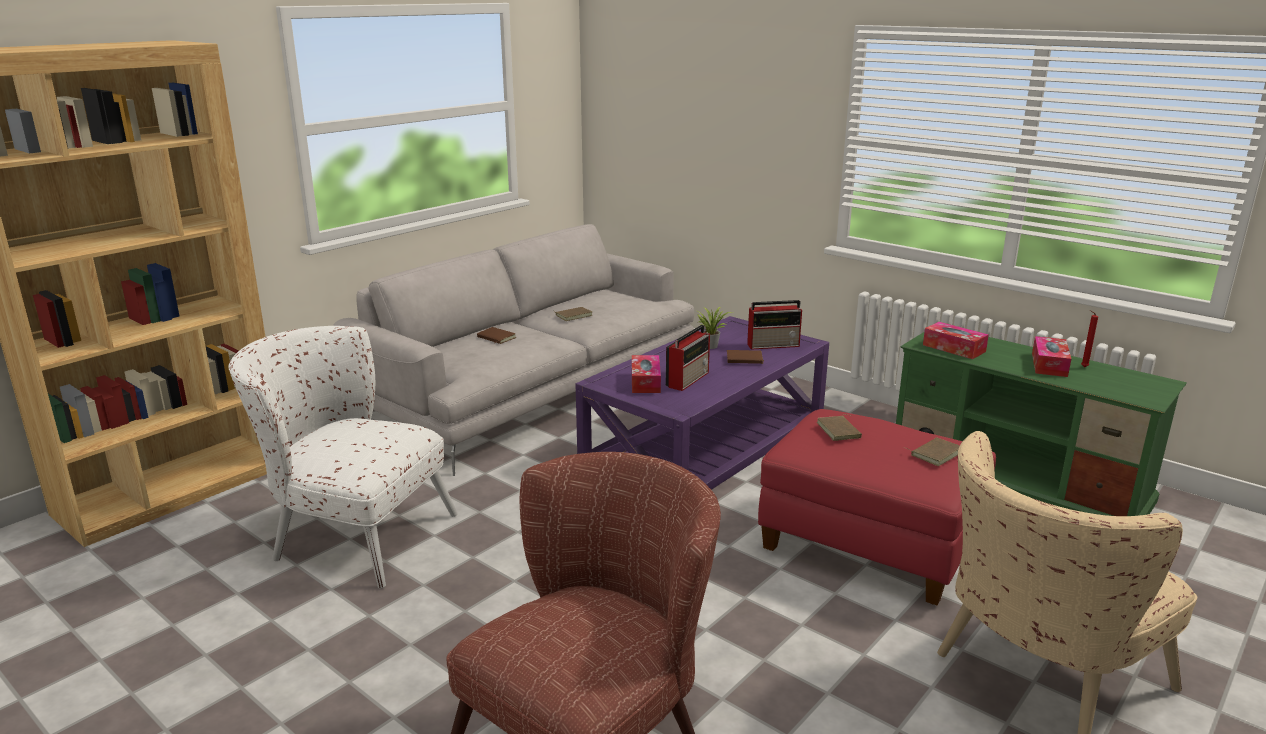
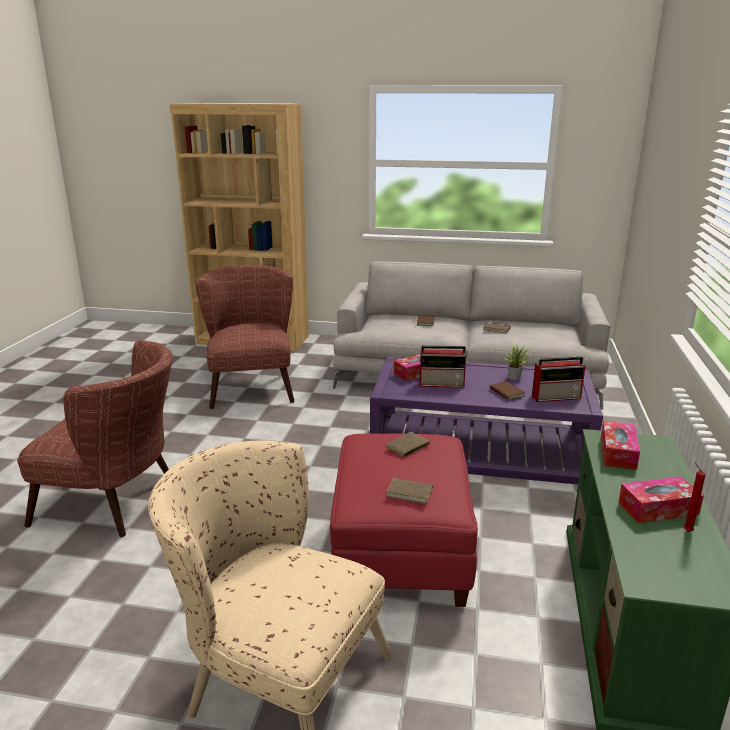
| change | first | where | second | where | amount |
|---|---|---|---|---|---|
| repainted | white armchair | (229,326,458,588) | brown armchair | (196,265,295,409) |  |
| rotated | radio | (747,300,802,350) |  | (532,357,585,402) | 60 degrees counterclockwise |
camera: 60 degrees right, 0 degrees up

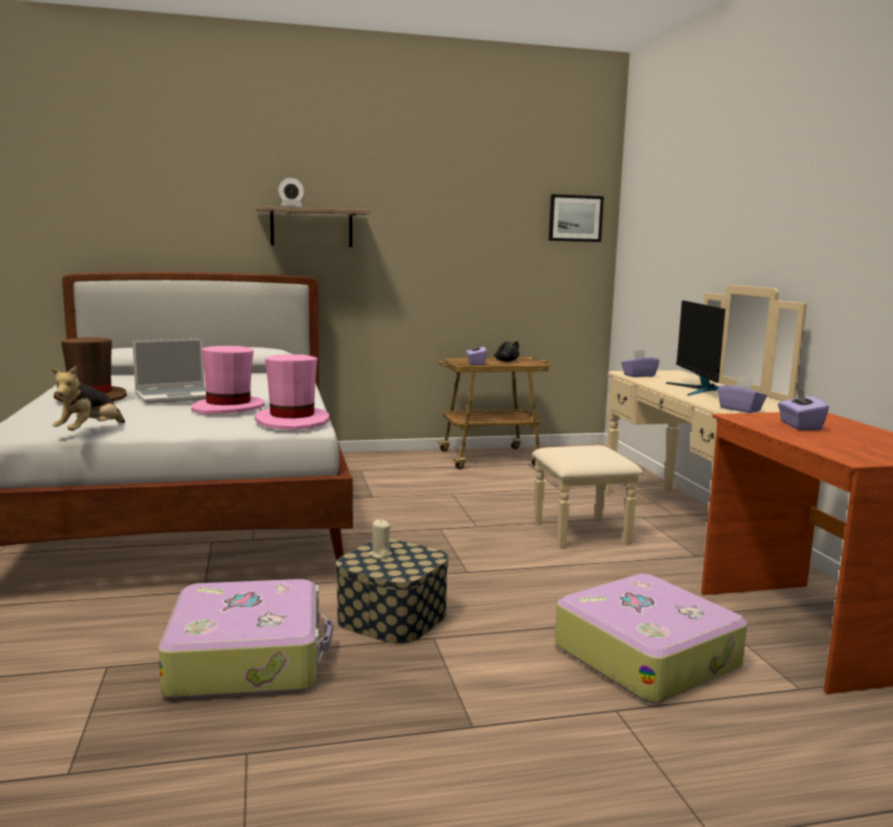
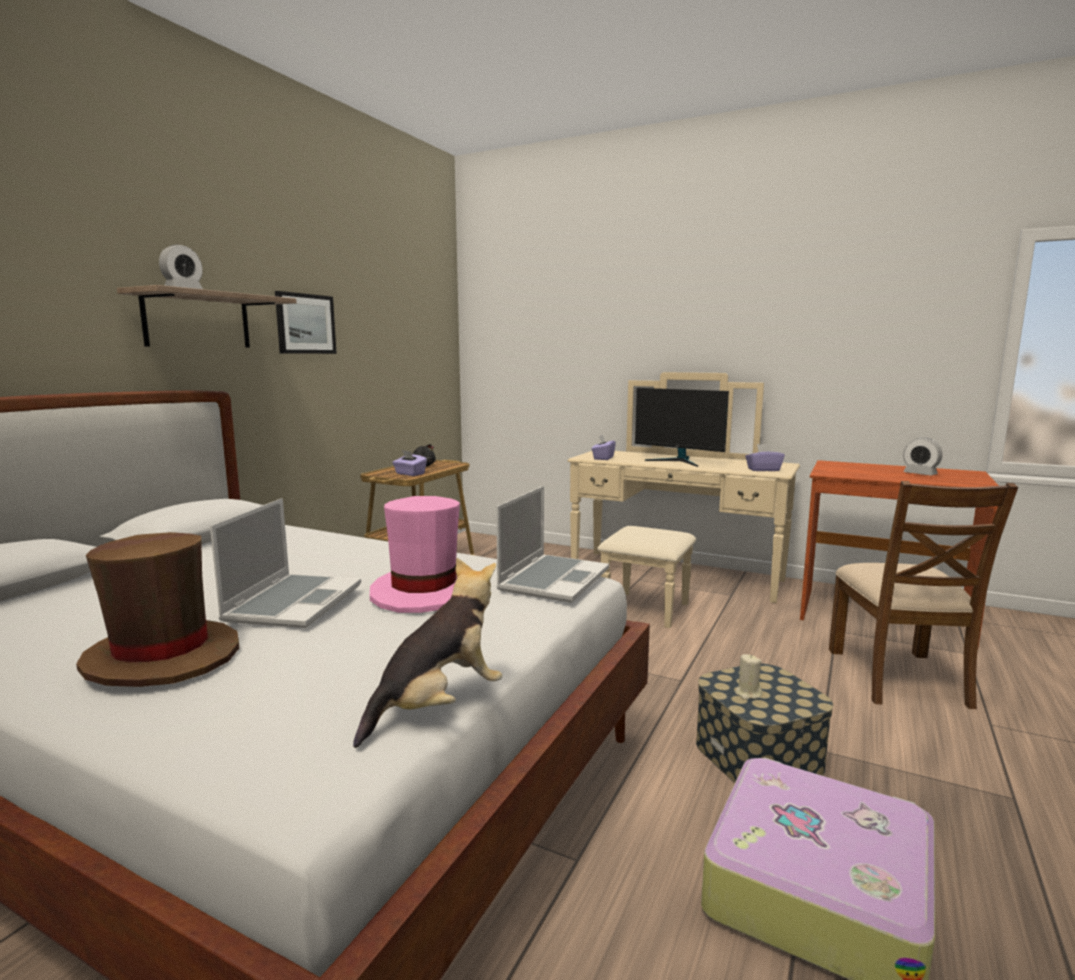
| change | first | where | second | where | amount |
|---|---|---|---|---|---|
| gone | purple tissue box | (778,387,829,430) |  |  |  |
| new |  |  | alarm clock | (903,437,943,476) |  |
| shifted | picture | (549,194,604,242) |  | (275,291,337,354) |  |
| swapped | pink hat | (255,354,329,430) | laptop | (496,486,609,603) |  |
| swapped | suitcase | (555,574,747,703) | brown chair | (829,481,1018,709) |  |
| rotated | plush toy | (51,366,125,431) |  | (353,558,502,748) | 105 degrees counterclockwise |
camera: 50 degrees left, 0 degrees up

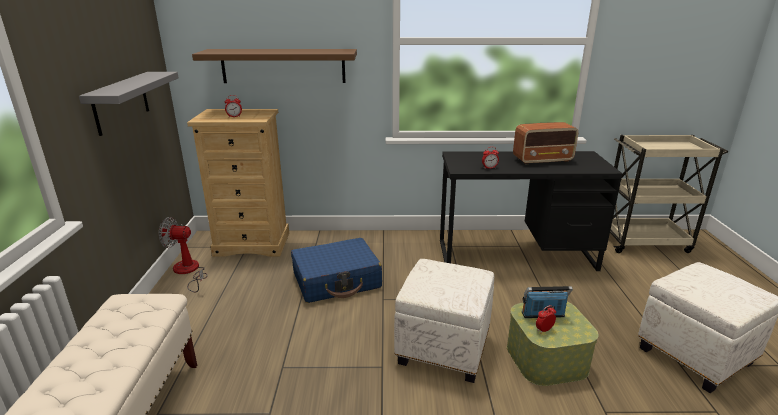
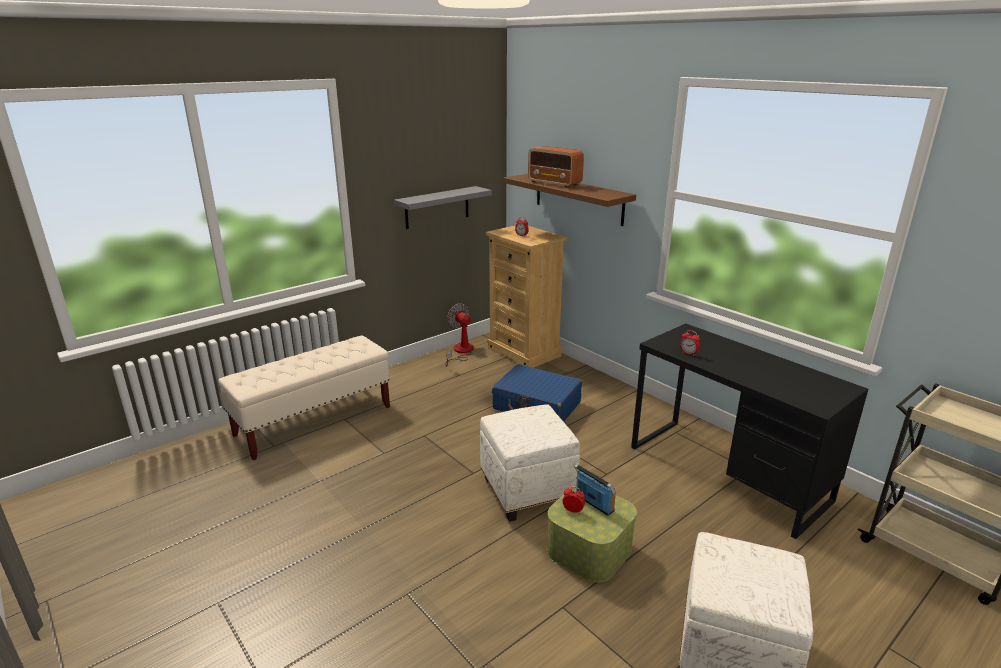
| change | first | where | second | where | amount |
|---|---|---|---|---|---|
| shifted | radio | (513,122,578,164) |  | (528,146,584,188) |  |
camera: 50 degrees right, 0 degrees up

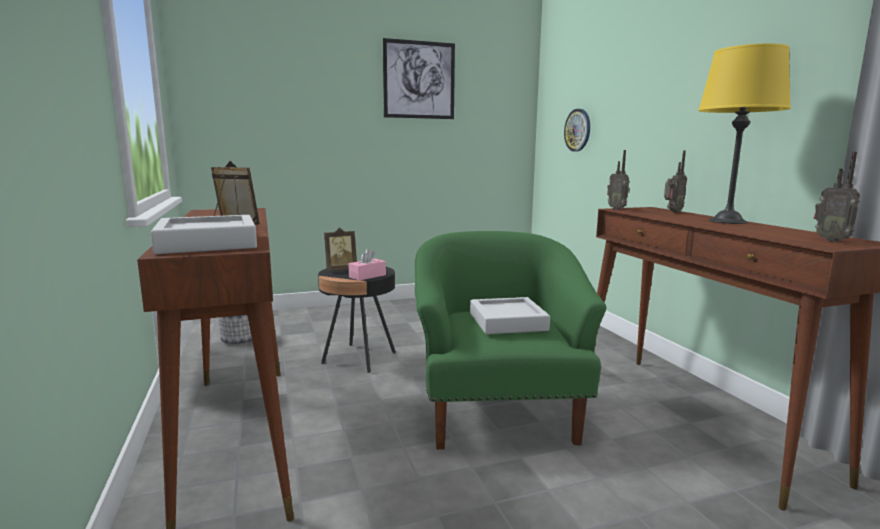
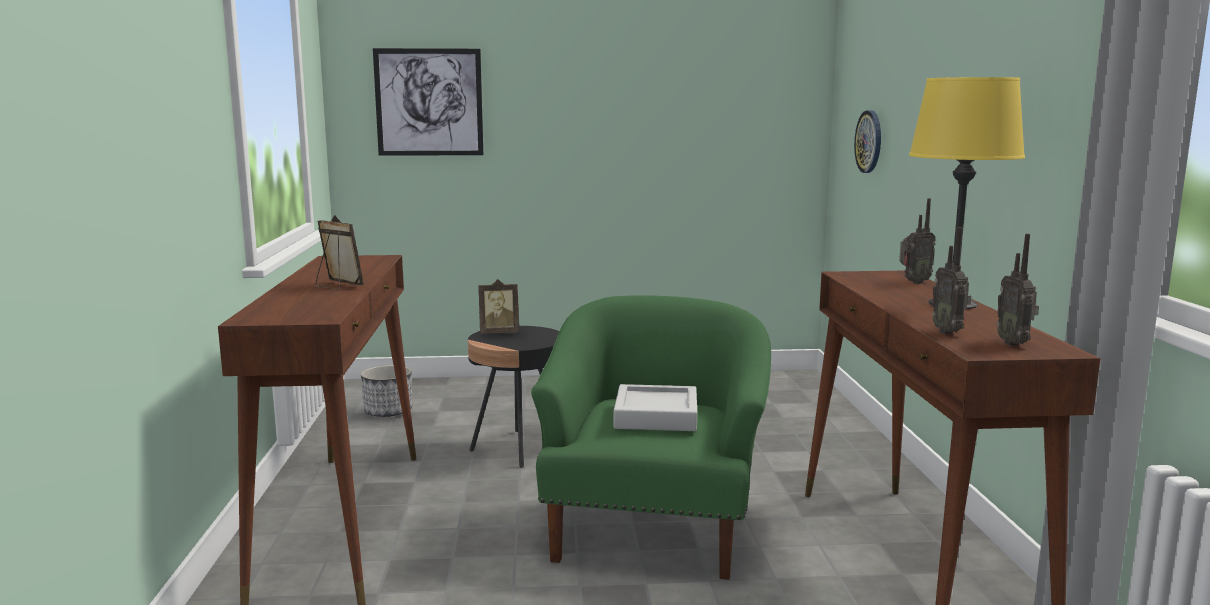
| change | first | where | second | where | amount |
|---|---|---|---|---|---|
| gone | grey tray | (151,215,257,254) |  |  |  |
| gone | pink tissue box | (349,249,386,281) |  |  |  |
| shifted | picture | (383,38,455,119) |  | (373,48,484,156) |  |
| shifted | radio | (607,150,630,210) |  | (932,227,971,334) |  |
camera: 15 degrees right, 0 degrees up

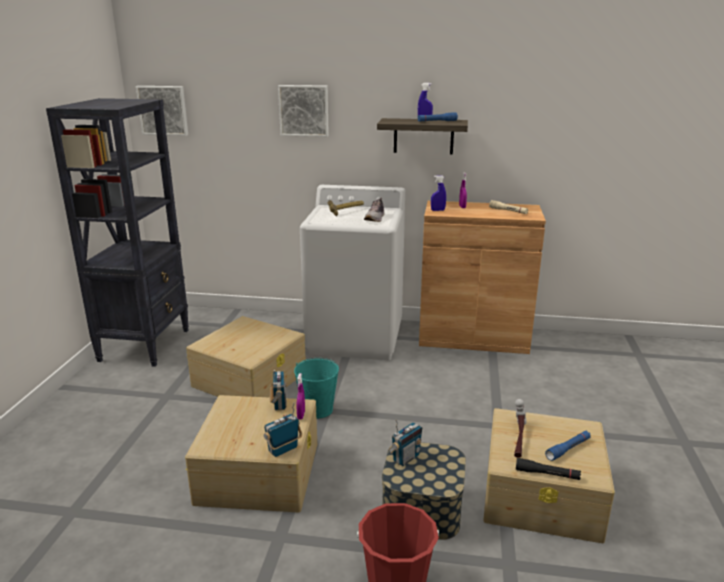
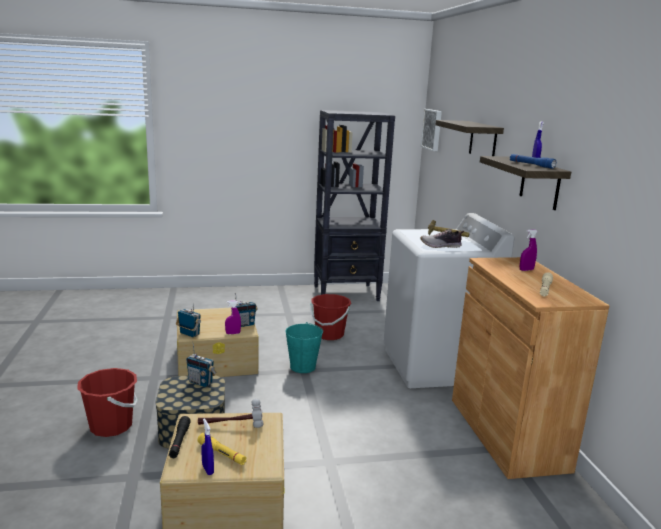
| change | first | where | second | where | amount |
|---|---|---|---|---|---|
| shifted | blue spray bottle | (431,175,446,211) |  | (201,419,214,475) |  |
| swapped | beige storage box | (186,316,306,398) | red bucket | (310,294,351,340) |  |
| swapped | picture | (278,85,329,137) | shelf | (435,120,504,156) |  |
| repainted | blue flashlight | (545,431,591,461) | yellow flashlight | (198,433,247,465) |  |
camera: 70 degrees right, 5 degrees down

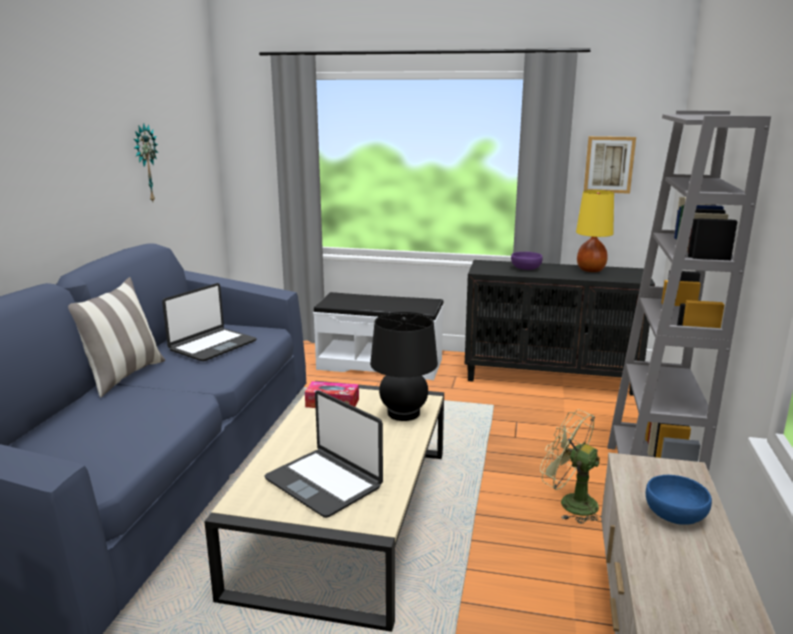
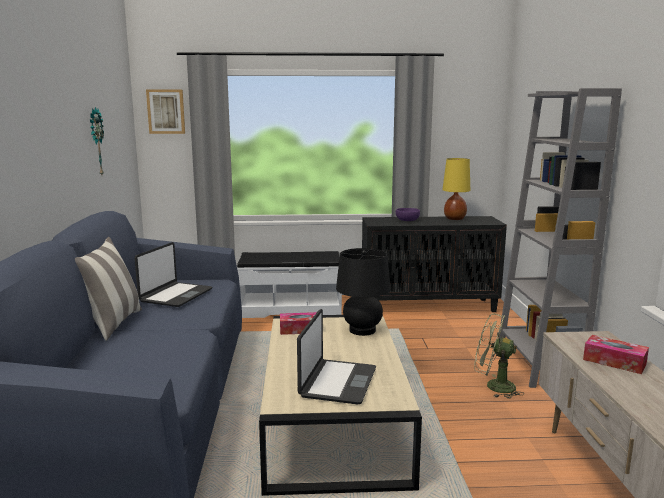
| change | first | where | second | where | amount |
|---|---|---|---|---|---|
| shifted | picture | (584,136,636,194) |  | (146,90,185,134) |  |
| swapped | blue bowl | (646,475,712,525) | tissue box | (583,335,649,374) |  |
| rotated | laptop | (264,391,383,518) |  | (297,309,376,405) | 105 degrees counterclockwise |
camera: 15 degrees left, 5 degrees down

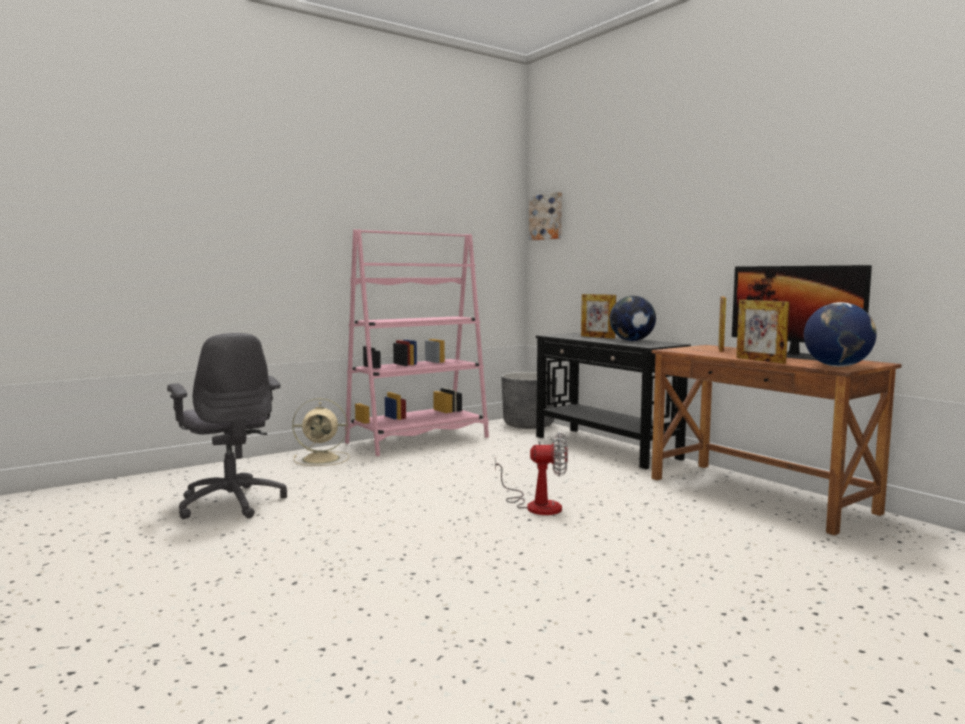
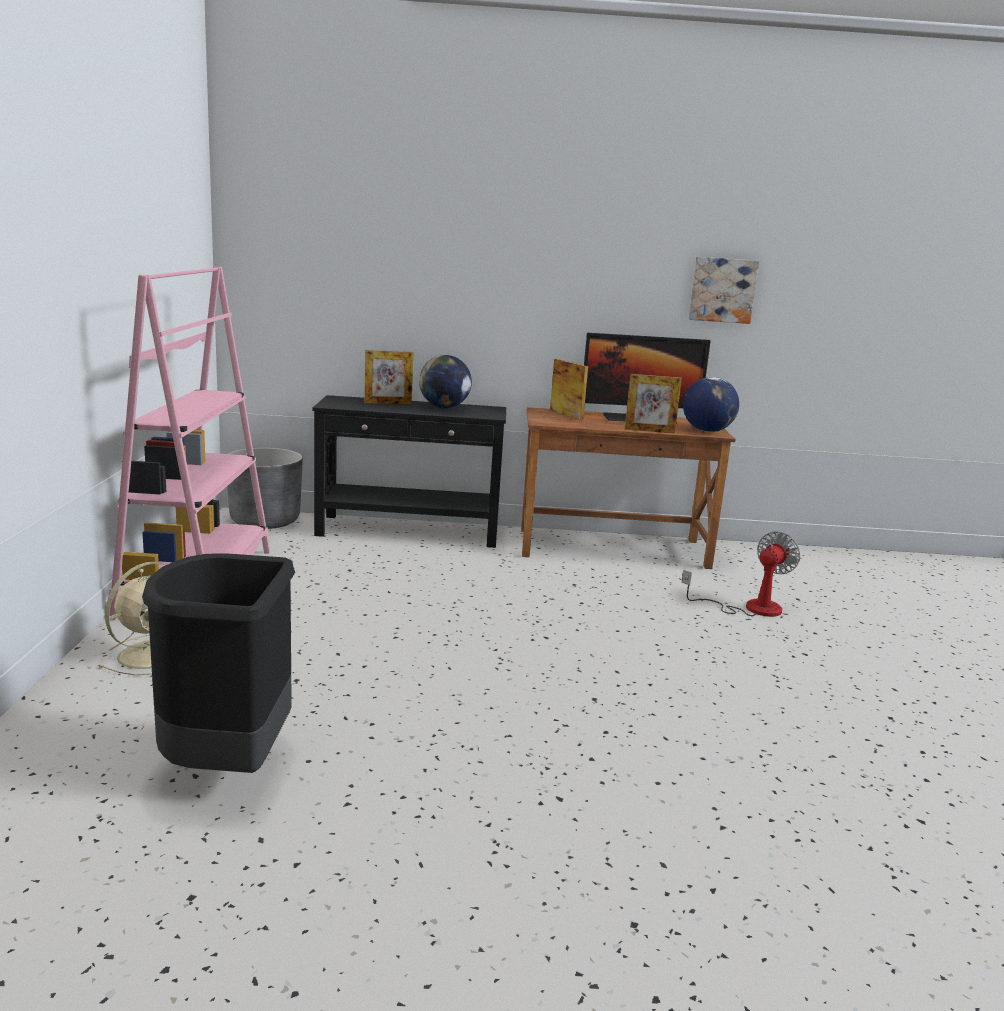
| change | first | where | second | where | amount |
|---|---|---|---|---|---|
| shifted | fan | (495,433,568,515) |  | (682,532,800,617) |  |
| shifted | picture | (529,192,562,240) |  | (689,257,759,324) |  |
| swapped | grey office chair | (167,333,287,519) | black trash can | (142,553,295,773) |  |
camera: 55 degrees left, 10 degrees up

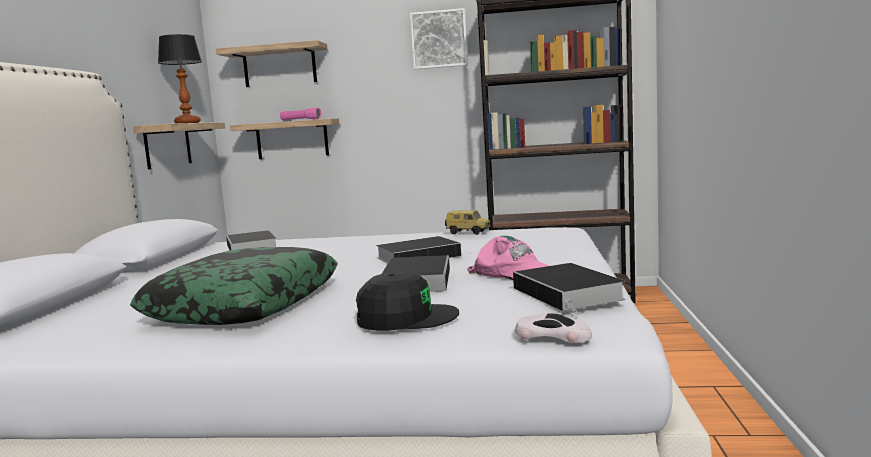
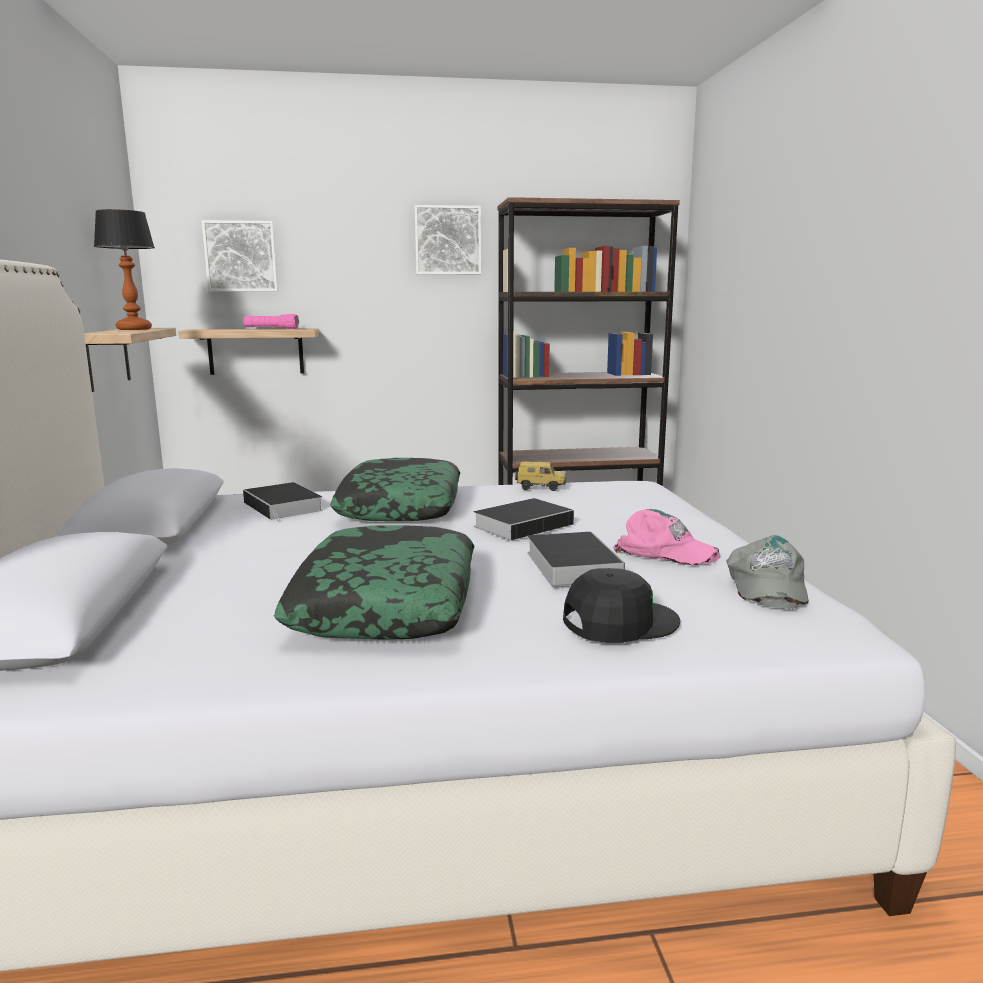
| change | first | where | second | where | amount |
|---|---|---|---|---|---|
| gone | white toy car | (515,313,592,343) |  |  |  |
| new |  |  | pillow | (330,458,460,521) |  |
| swapped | shelf | (216,40,327,87) | picture | (202,220,278,291) |  |
| swapped | book | (513,263,626,315) | grey cap | (726,535,809,609) |  |
camera: 15 degrees left, 5 degrees up

